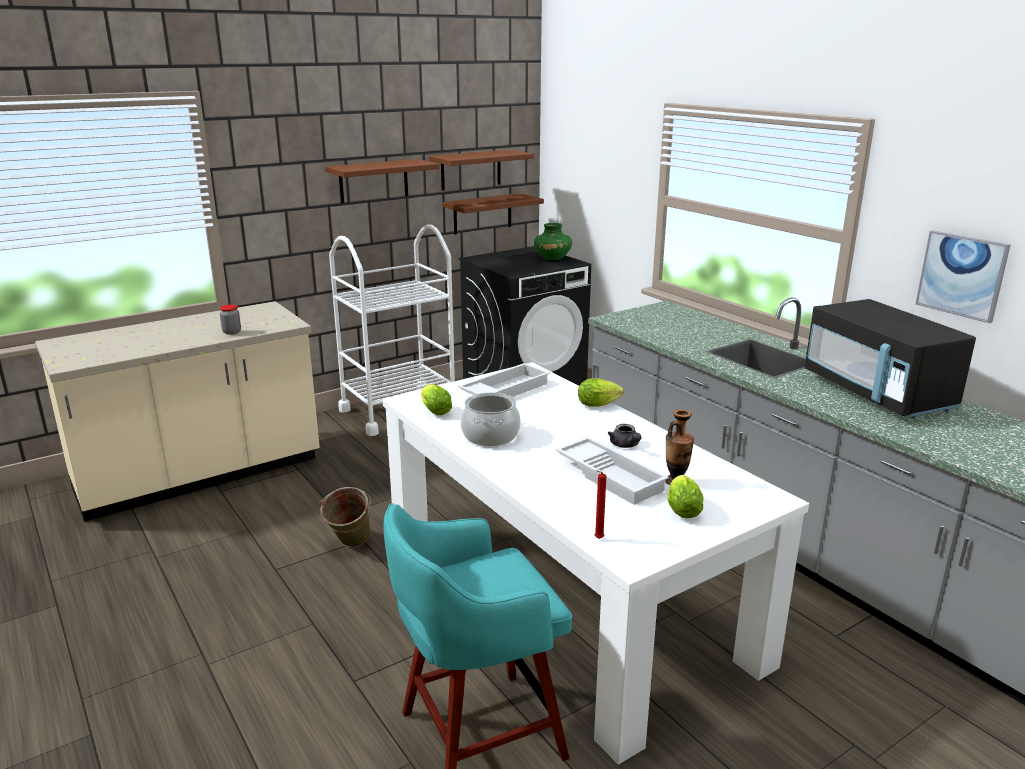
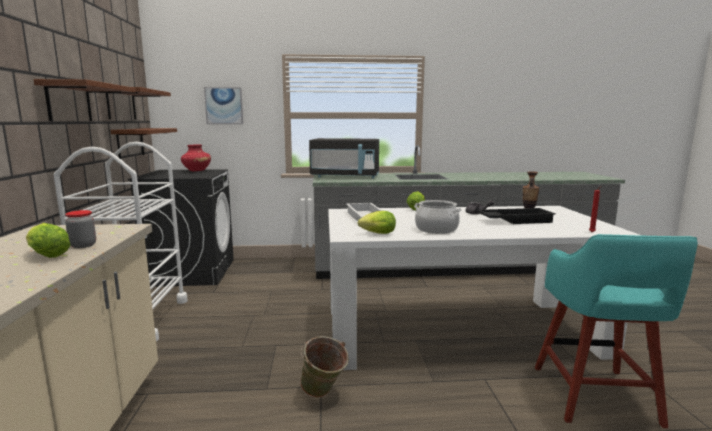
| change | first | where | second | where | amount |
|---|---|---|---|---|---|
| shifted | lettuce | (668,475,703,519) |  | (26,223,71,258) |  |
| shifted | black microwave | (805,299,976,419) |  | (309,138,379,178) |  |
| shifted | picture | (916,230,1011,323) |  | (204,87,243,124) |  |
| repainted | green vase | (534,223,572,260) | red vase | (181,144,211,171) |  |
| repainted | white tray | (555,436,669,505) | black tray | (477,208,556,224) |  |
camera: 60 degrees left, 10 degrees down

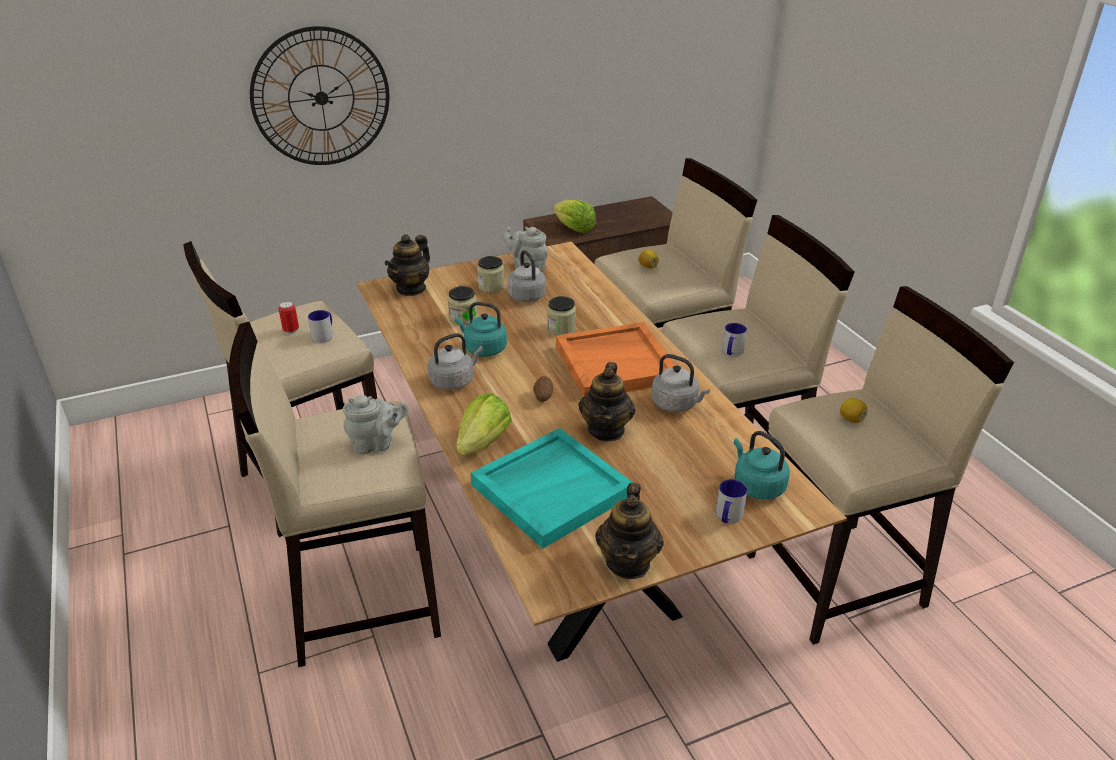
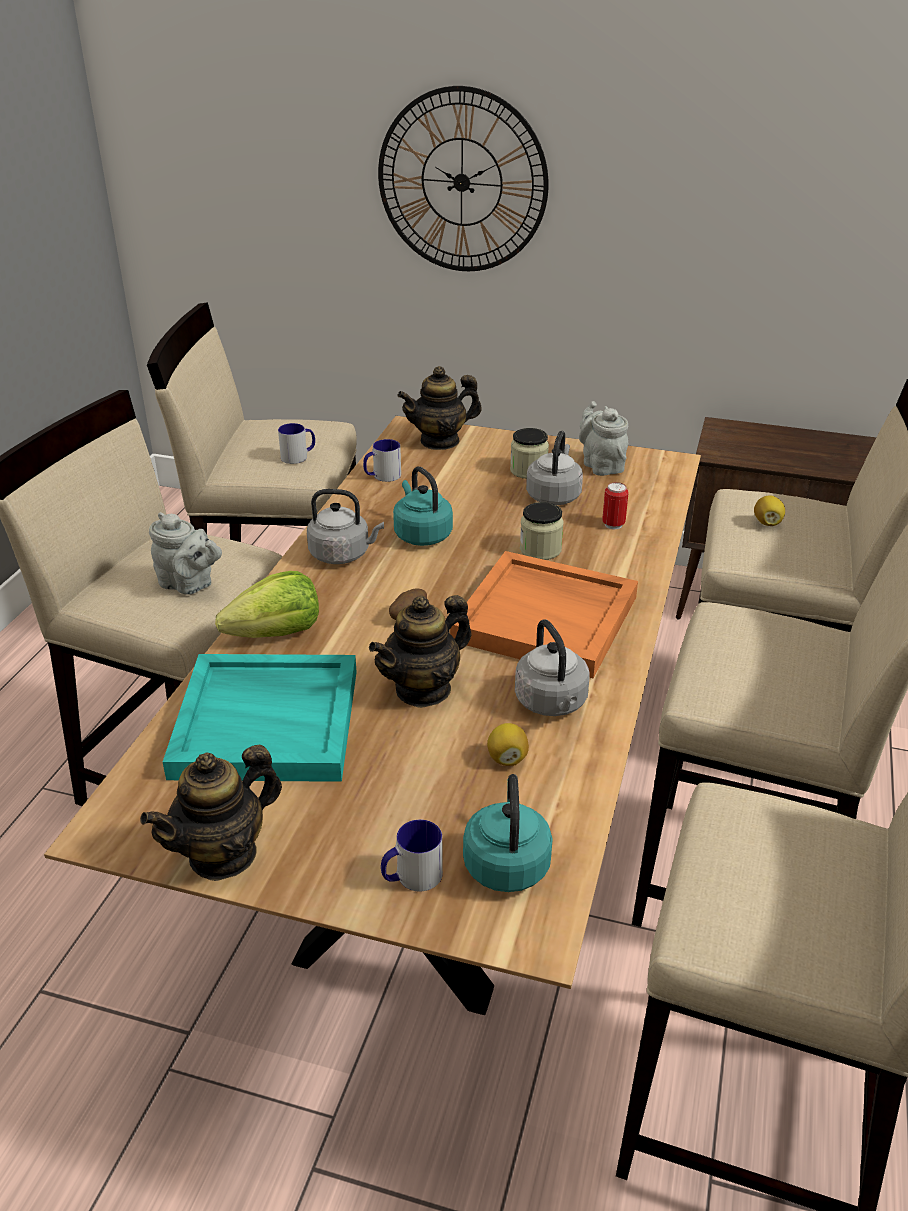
| change | first | where | second | where | amount |
|---|---|---|---|---|---|
| gone | jar | (448,286,478,325) |  |  |  |
| gone | lettuce | (553,200,596,233) |  |  |  |
| shifted | can | (278,301,299,334) |  | (602,482,629,529) |  |
| shifted | mug | (722,323,747,356) |  | (363,439,401,482) |  |
| shifted | lemon | (840,398,868,423) |  | (487,723,529,766) |  |
camera: 40 degrees right, 0 degrees up

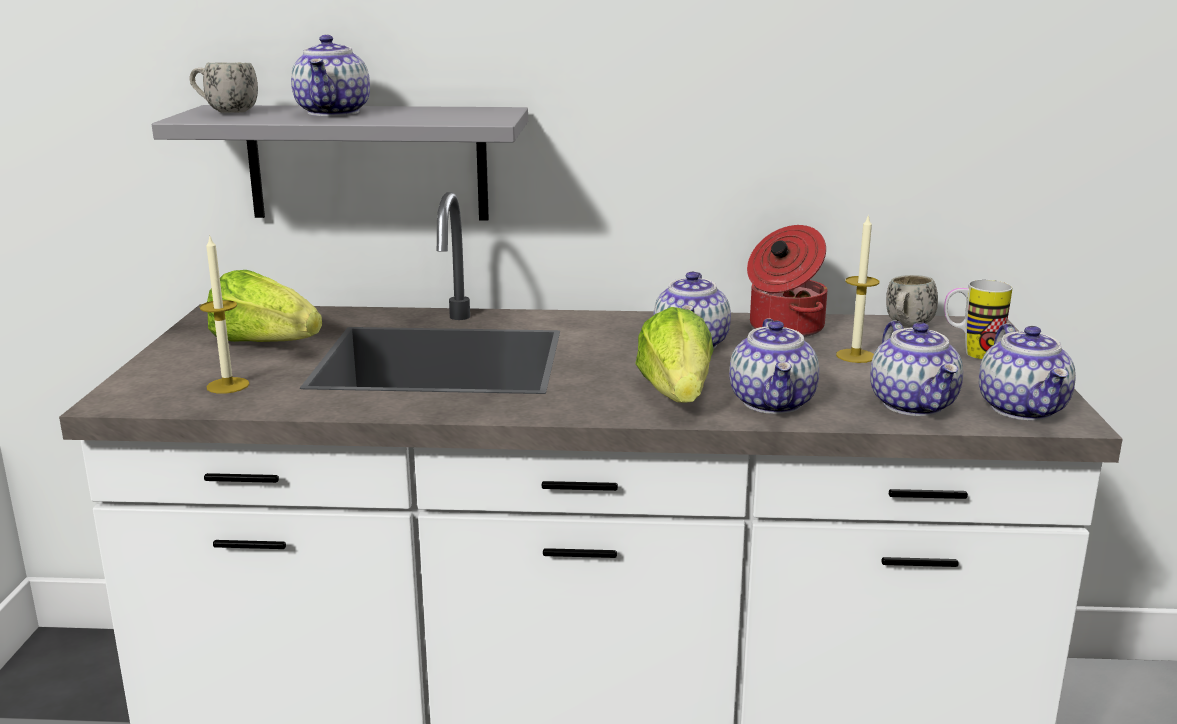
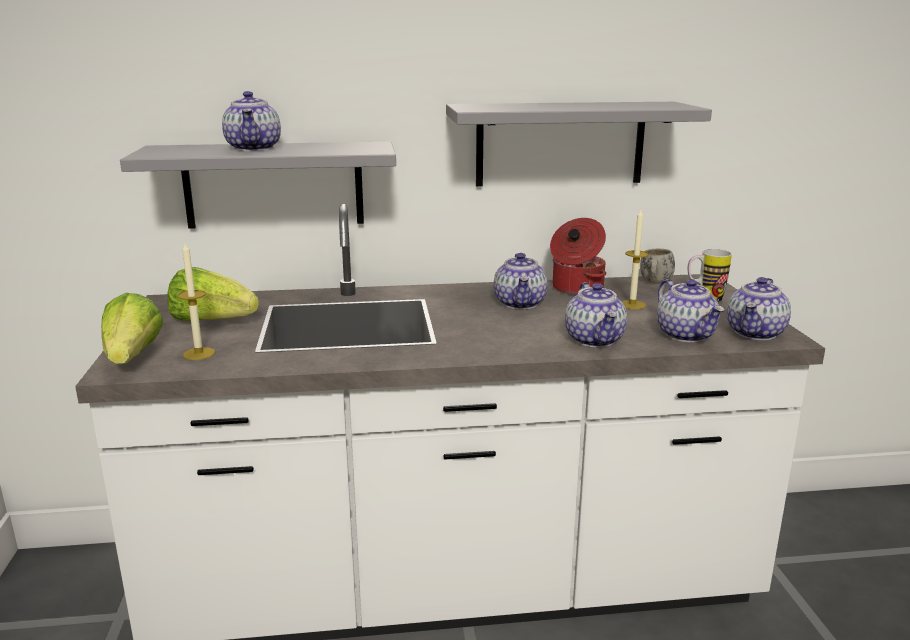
| change | first | where | second | where | amount |
|---|---|---|---|---|---|
| gone | white mug | (189,62,258,113) |  |  |  |
| new |  |  | grey shelf | (446,102,712,186) |  |
| shifted | lettuce | (635,307,714,403) |  | (101,293,164,364) |  |
| rotated | teapot | (979,324,1076,420) |  | (727,277,791,340) | 45 degrees clockwise |
camera: 10 degrees left, 0 degrees up

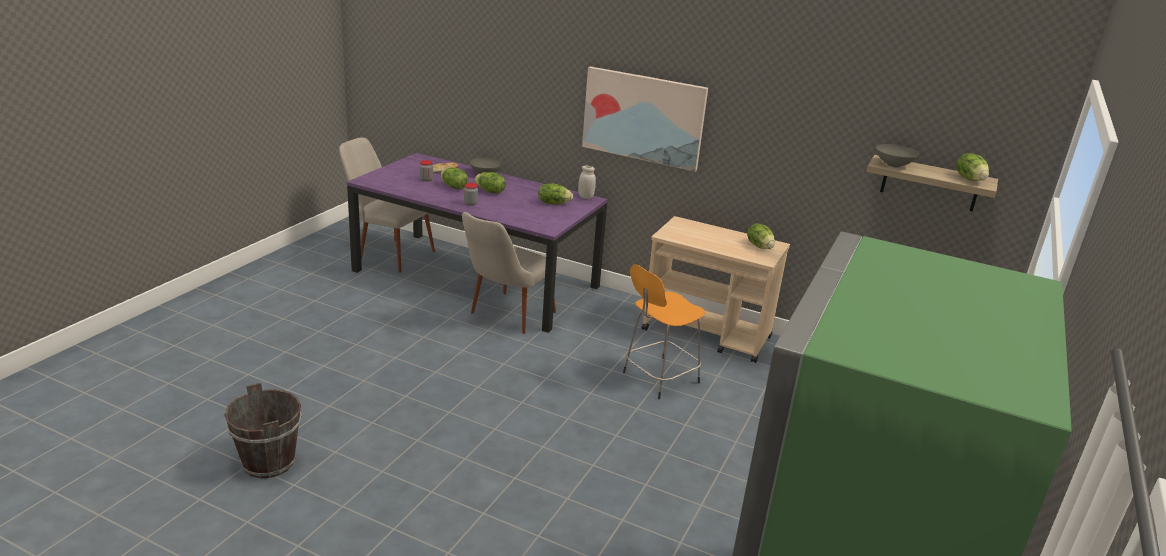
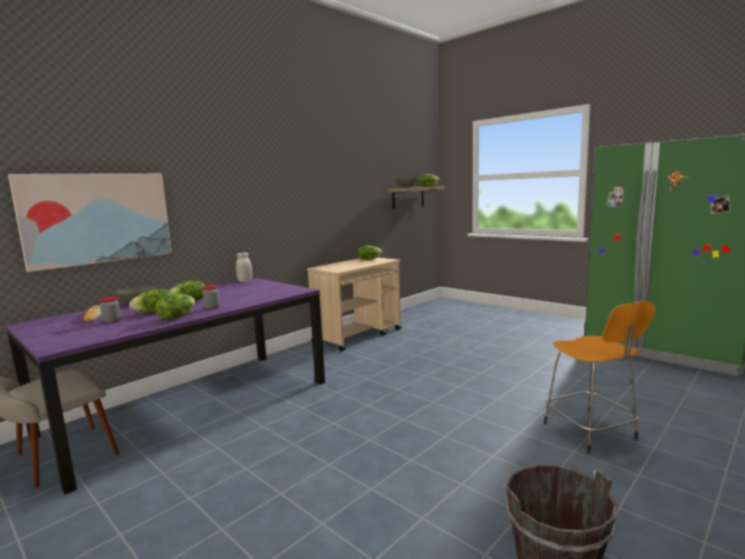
| change | first | where | second | where | amount |
|---|---|---|---|---|---|
| gone | beige chair | (462,212,557,334) |  |  |  |
| shifted | lettuce | (538,183,573,205) |  | (155,293,195,319) |  |
| shifted | picture | (582,66,708,171) |  | (8,173,172,272) |  |
| shifted | orange stool | (623,265,706,399) |  | (544,301,655,454) |  |
camera: 70 degrees left, 15 degrees down

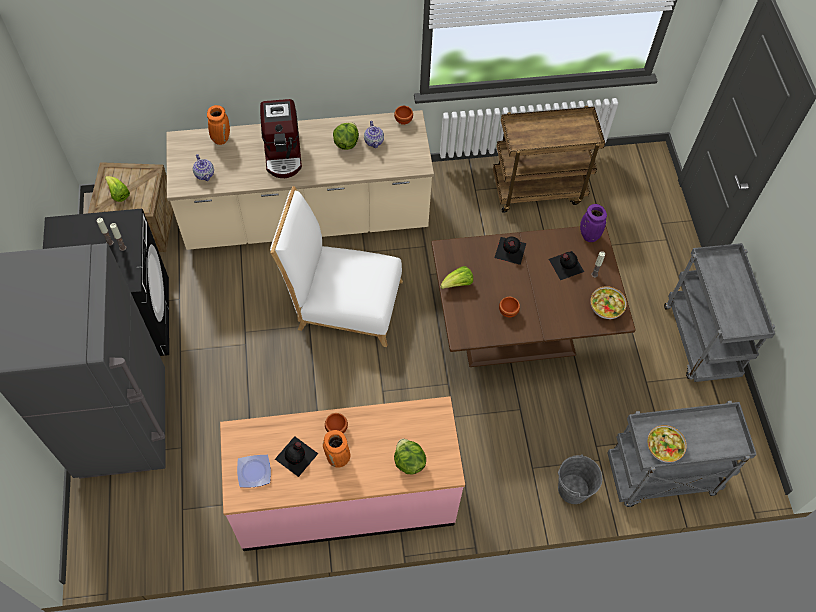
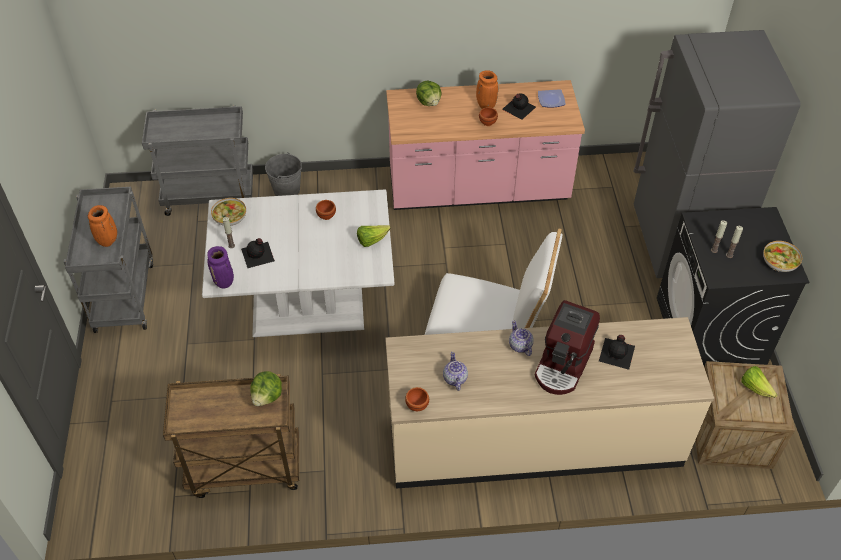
| change | first | where | second | where | amount |
|---|---|---|---|---|---|
| shifted | teapot | (193,154,214,181) |  | (509,320,534,356) |  |
| shifted | orange vase | (207,105,230,145) |  | (88,205,117,247) |  |
| shifted | lettuce | (333,122,359,150) |  | (250,371,282,406) |  |
| shifted | black bottle | (495,237,527,265) |  | (599,335,635,370) |  |
| shifted | bowl | (647,425,687,463) |  | (763,241,802,272) |  |
| repainted | brown dining table | (431,226,636,367) | white dining table | (202,190,395,337) |  |
| rotated | coffee machine | (260,99,302,178) |  | (535,300,600,395) | 150 degrees counterclockwise |
camera: 175 degrees left, 10 degrees down

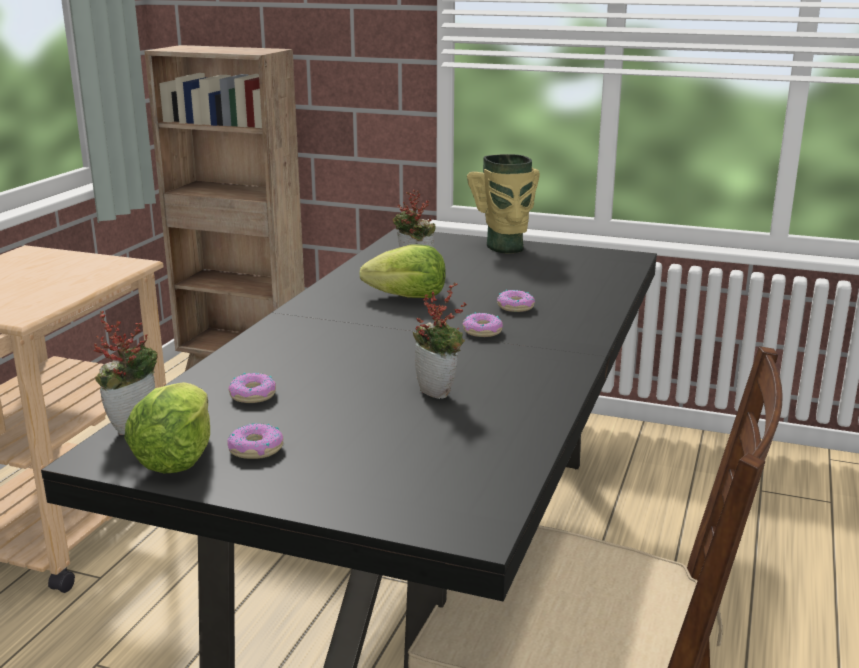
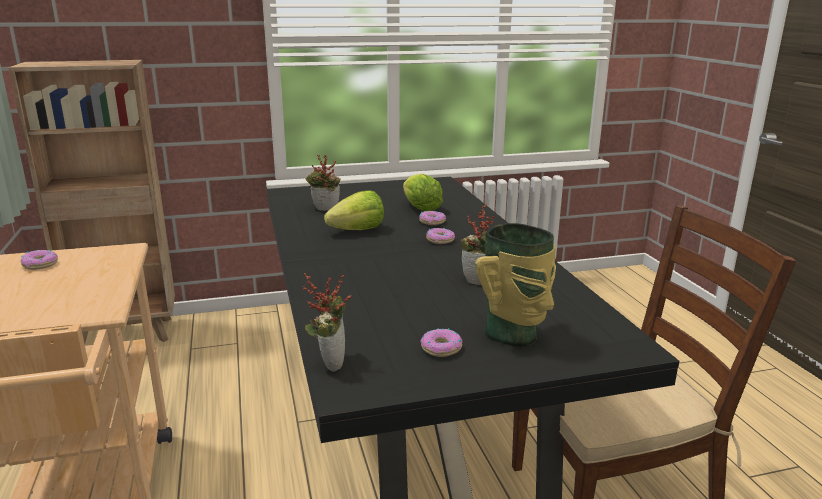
| change | first | where | second | where | amount |
|---|---|---|---|---|---|
| shifted | lettuce | (125,382,210,473) |  | (403,174,443,211) |  |
| shifted | donut | (228,373,276,403) |  | (21,250,58,270) |  |
| shifted | vase | (467,154,540,253) |  | (475,223,556,346) |  |
camera: 35 degrees left, 0 degrees up

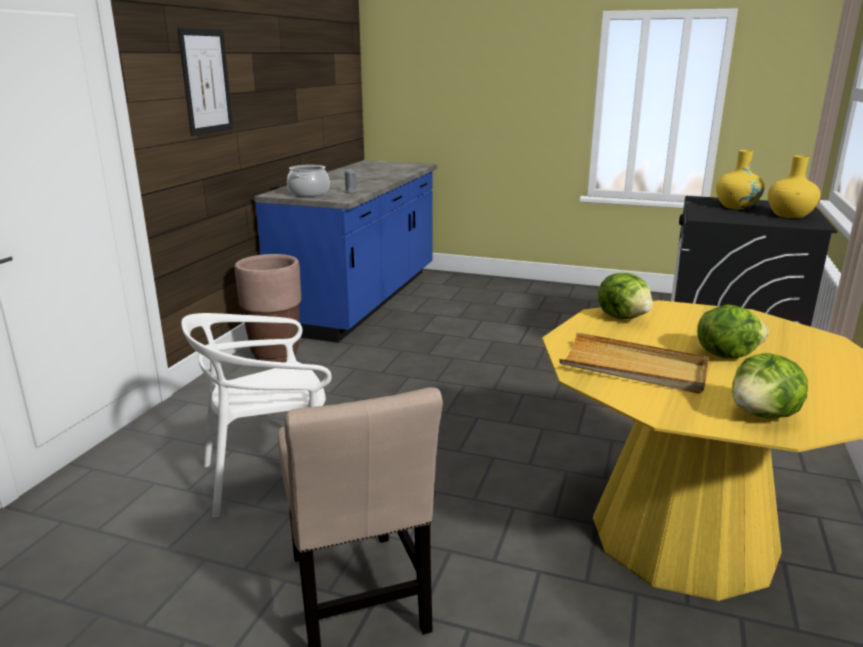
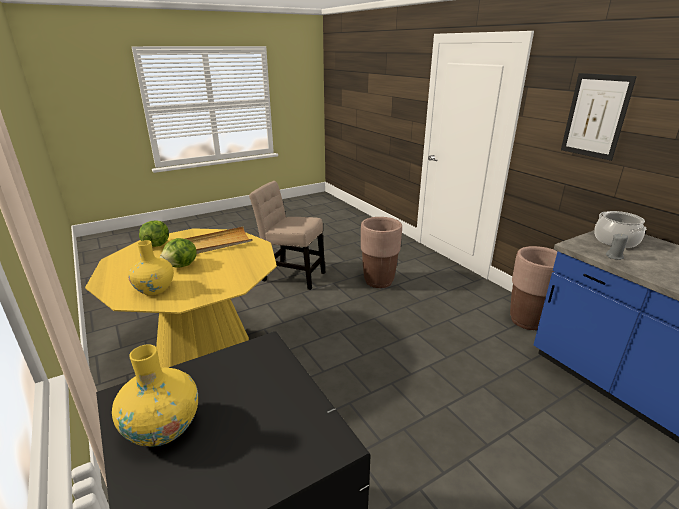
| change | first | where | second | where | amount |
|---|---|---|---|---|---|
| gone | lettuce | (598,273,653,319) |  |  |  |
| shifted | yellow vase | (716,150,765,209) |  | (128,240,174,295) |  |
| swapped | white chair | (181,313,332,518) | brown planter | (361,217,402,288) |  |
camera: 130 degrees right, 5 degrees up

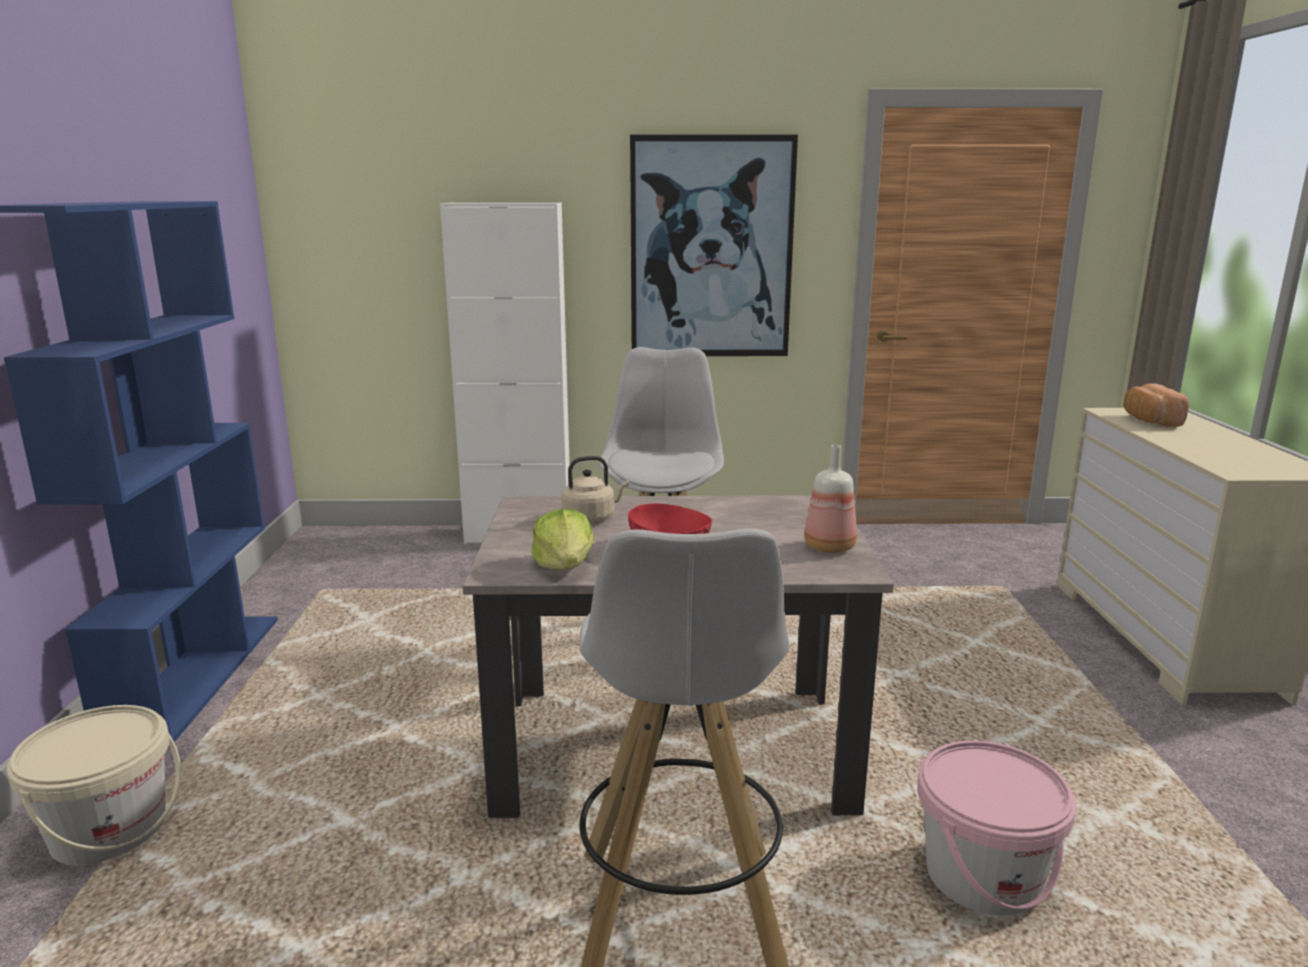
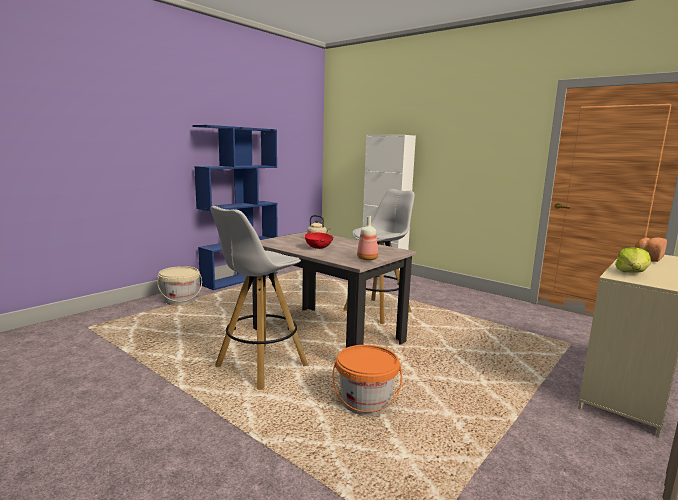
| change | first | where | second | where | amount |
|---|---|---|---|---|---|
| gone | picture | (630,134,798,356) |  |  |  |
| shifted | lettuce | (531,509,594,570) |  | (615,247,651,273) |  |
| repainted | pink bucket | (917,741,1076,915) | orange bucket | (333,345,402,415) |  |
camera: 40 degrees right, 5 degrees down

